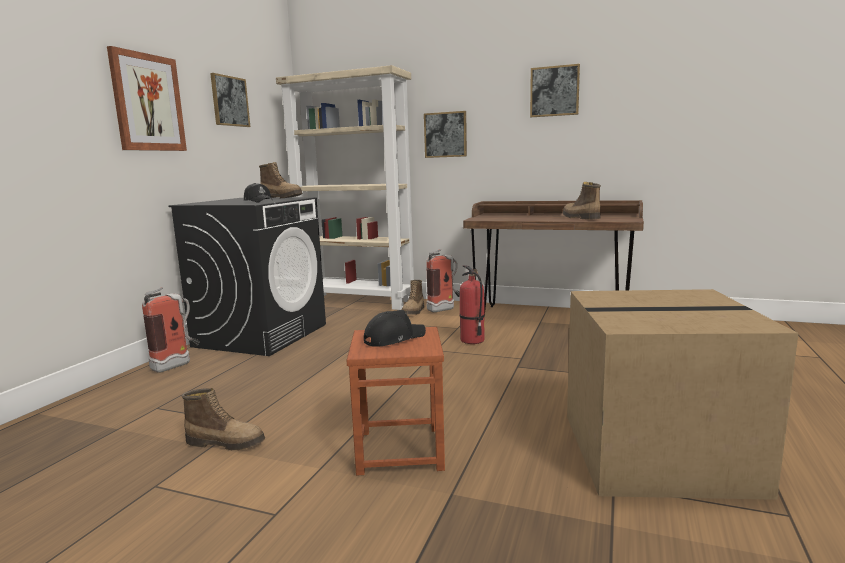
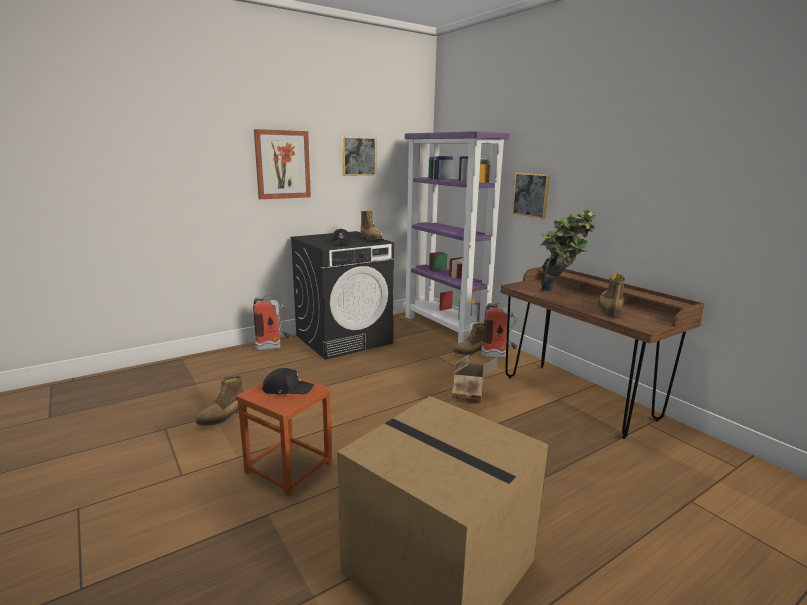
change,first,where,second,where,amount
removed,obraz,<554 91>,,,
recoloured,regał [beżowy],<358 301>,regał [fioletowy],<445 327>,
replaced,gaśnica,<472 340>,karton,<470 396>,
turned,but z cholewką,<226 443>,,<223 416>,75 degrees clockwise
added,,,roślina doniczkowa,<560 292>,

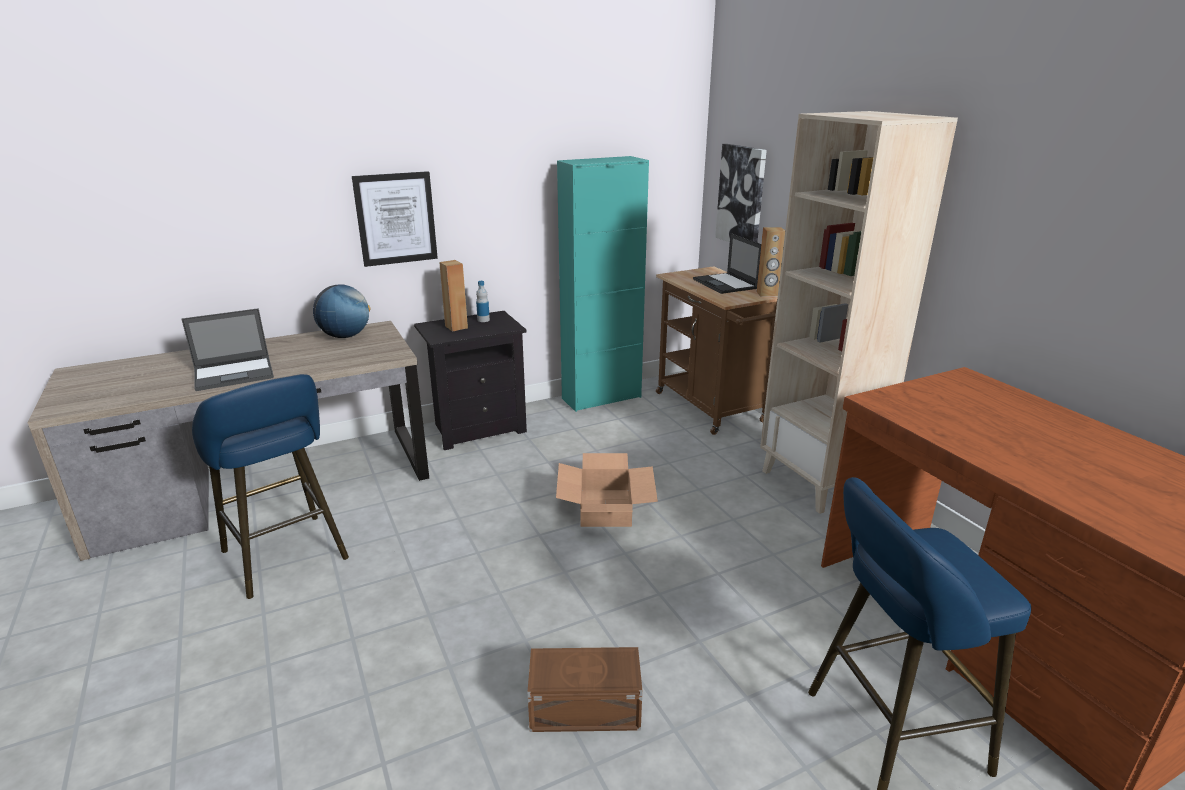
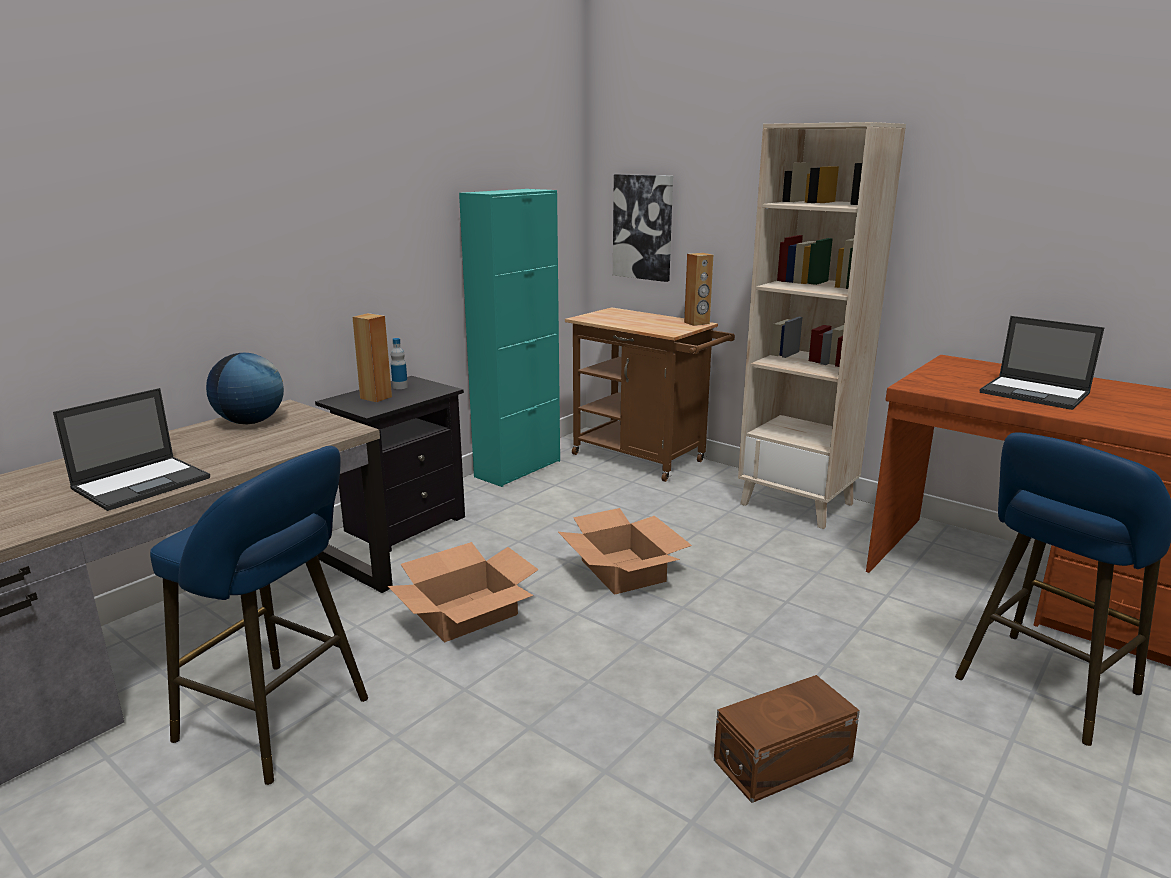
change,first,where,second,where,amount
removed,obraz,<396 218>,,,
moved,laptop,<725 284>,,<1035 393>,
added,,,karton,<467 614>,

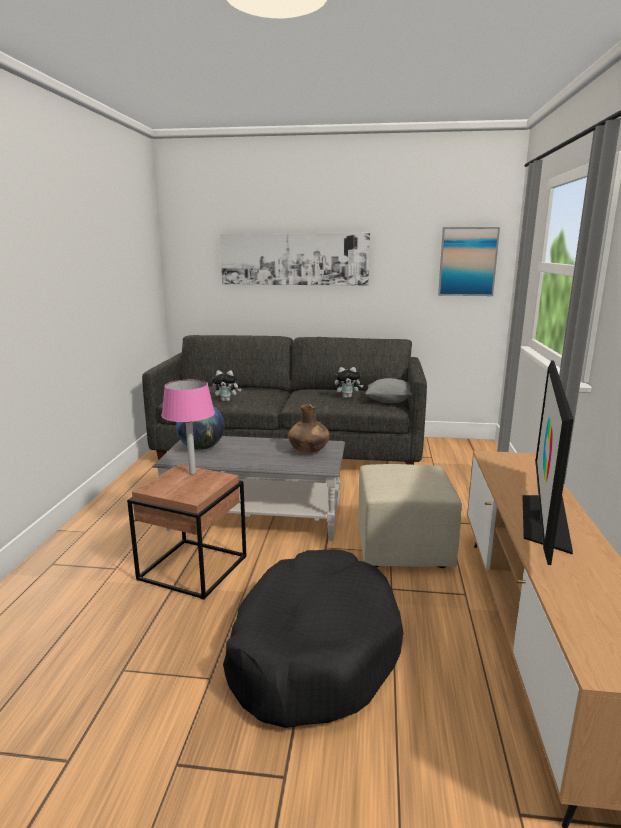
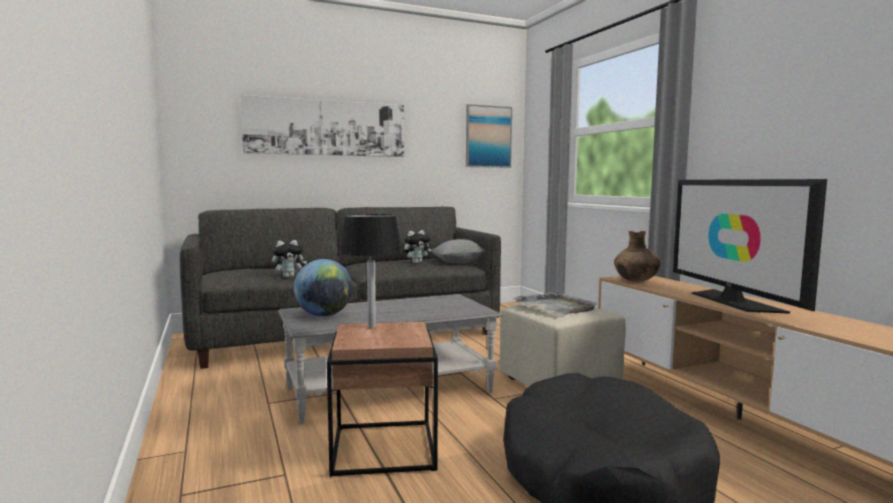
change,first,where,second,where,amount
recoloured,lampa stołowa [różowy],<192 473>,lampa stołowa [czarny],<371 327>,
moved,wazon [brązowy],<309 451>,,<636 281>,
added,,,taca [szary],<555 307>,

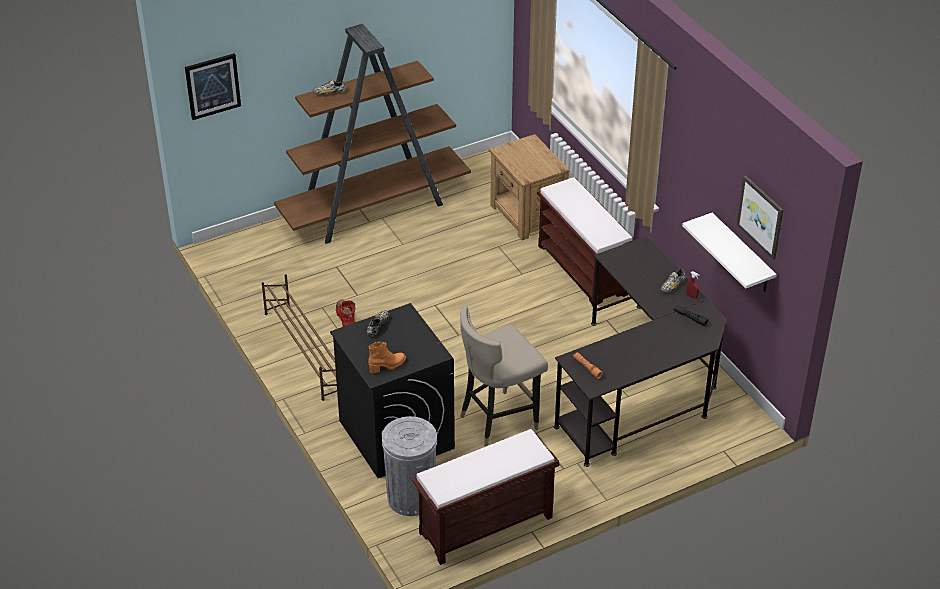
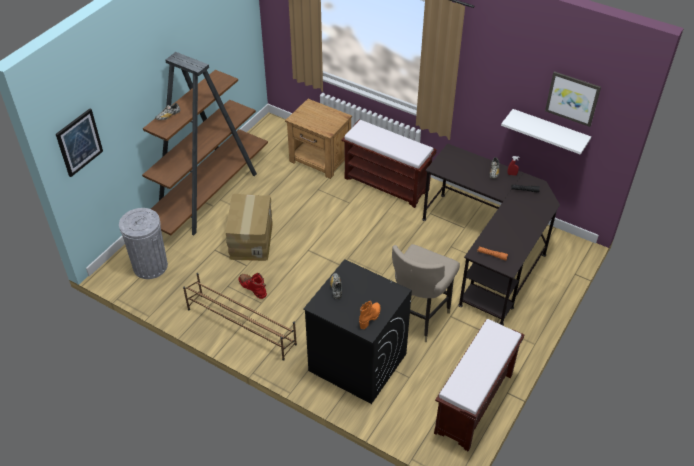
change,first,where,second,where,amount
moved,kosz na śmieci [szary],<411 498>,,<150 266>,
added,,,karton,<250 239>,

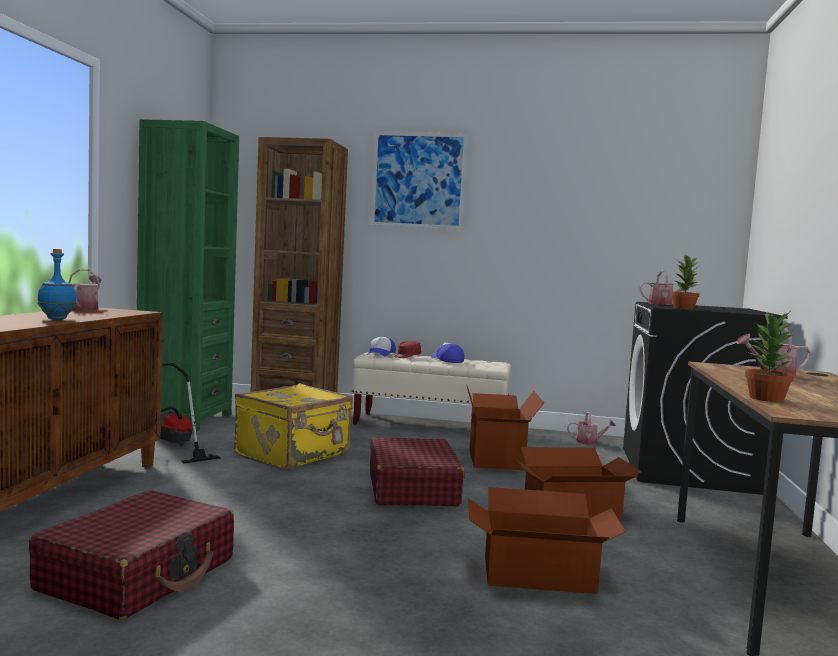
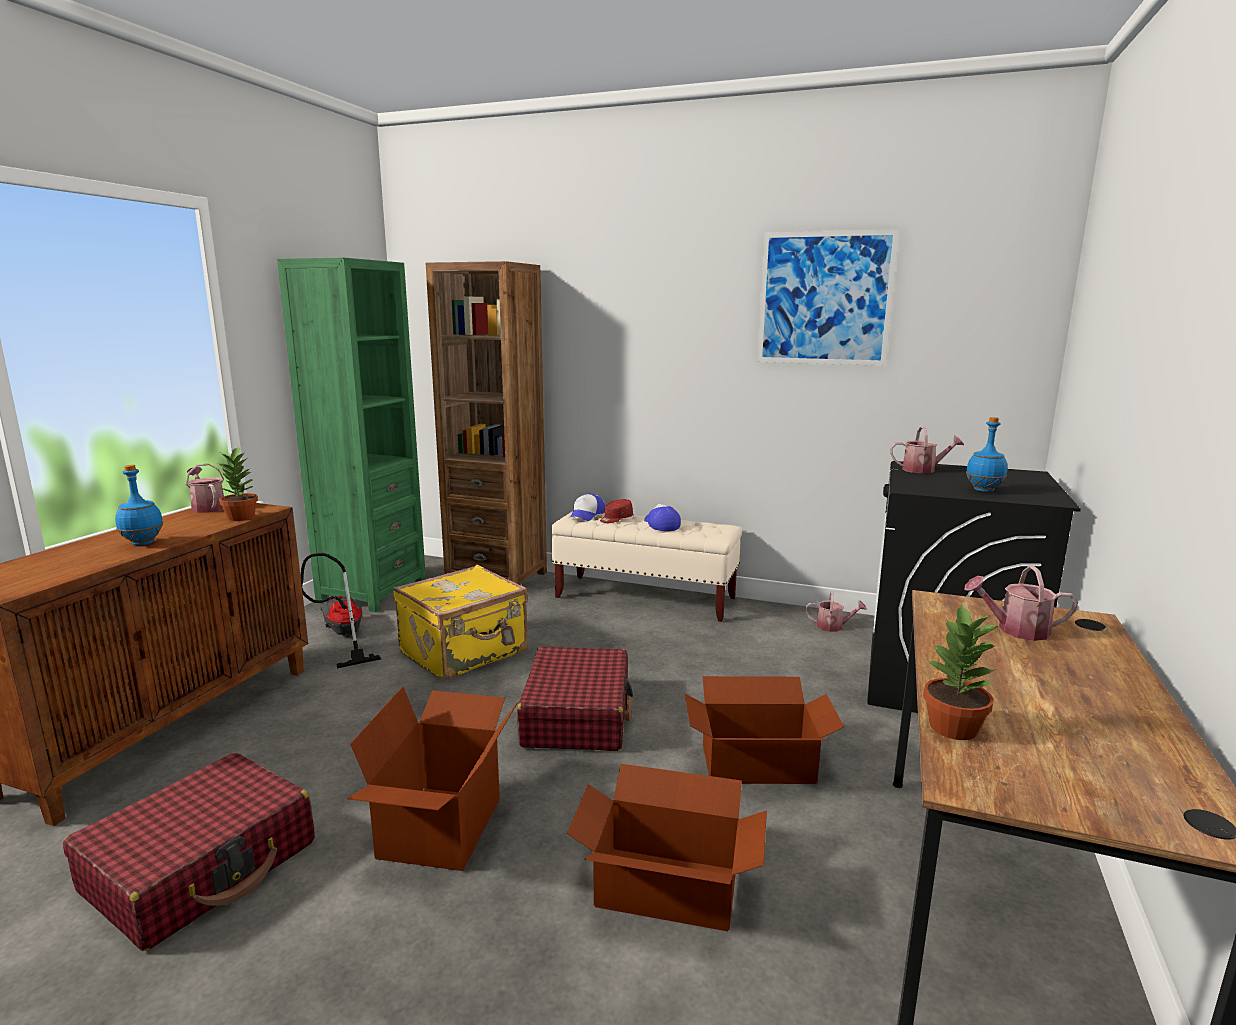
change,first,where,second,where,amount
moved,obraz,<418 180>,,<824 298>,
moved,roślina doniczkowa,<684 308>,,<242 517>,
turned,konewka,<85 309>,,<207 507>,45 degrees counterclockwise
moved,karton,<497 460>,,<443 828>,
added,,,butelka [niebieski],<983 490>,

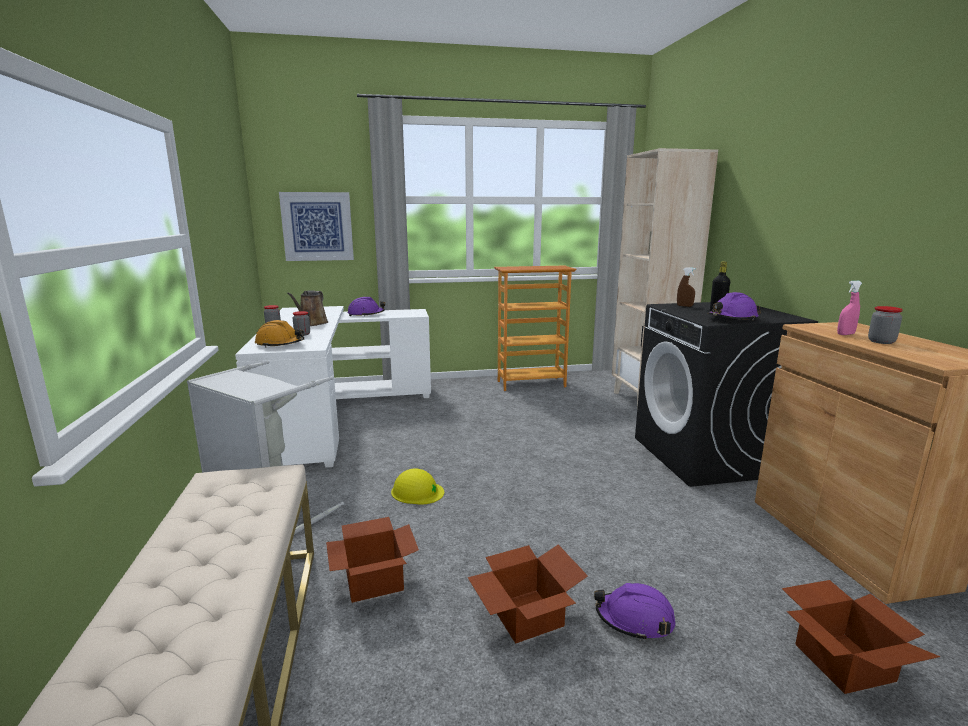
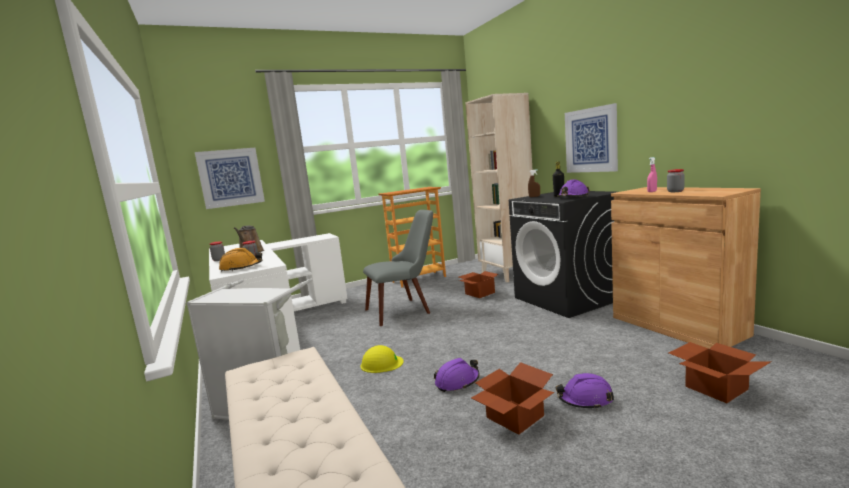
change,first,where,second,where,amount
moved,kask [fioletowy],<366 314>,,<457 382>,
moved,karton,<375 579>,,<479 293>,
added,,,obraz,<591 140>,
added,,,krzesło [szary],<405 309>,

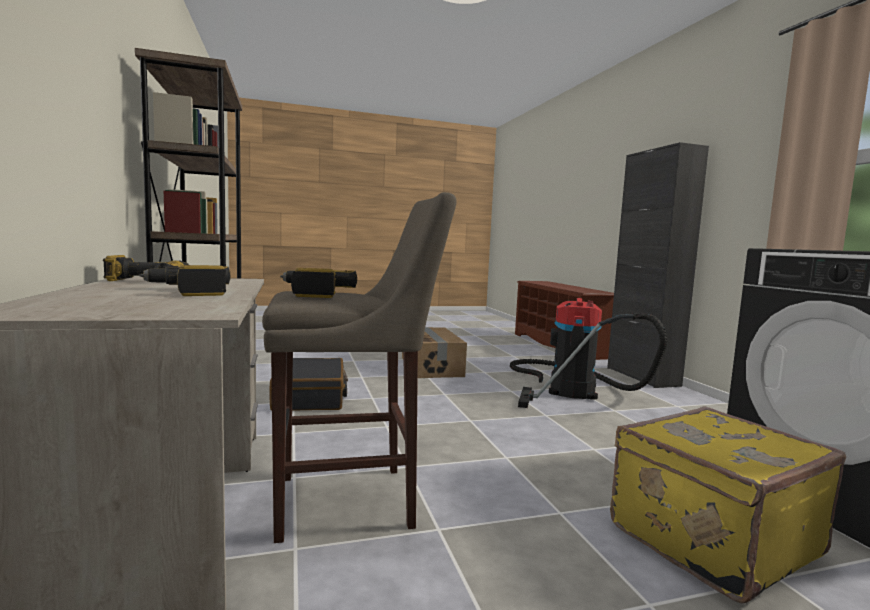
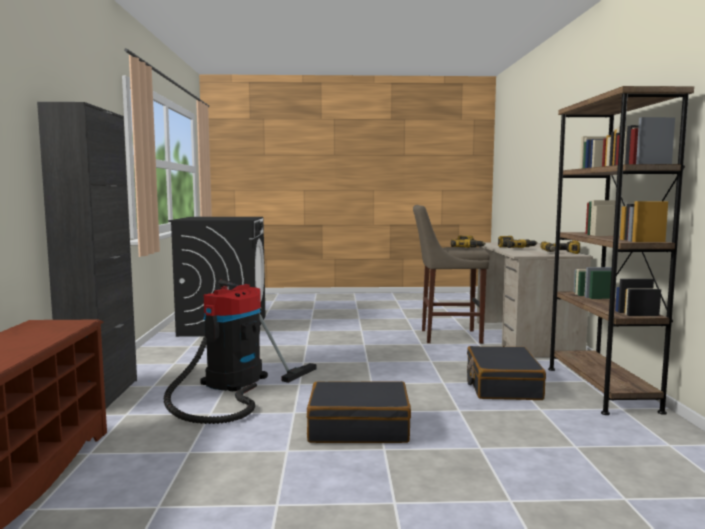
change,first,where,second,where,amount
replaced,karton,<432 366>,walizka [czarny],<358 427>,
removed,walizka [żółty],<709 538>,,,

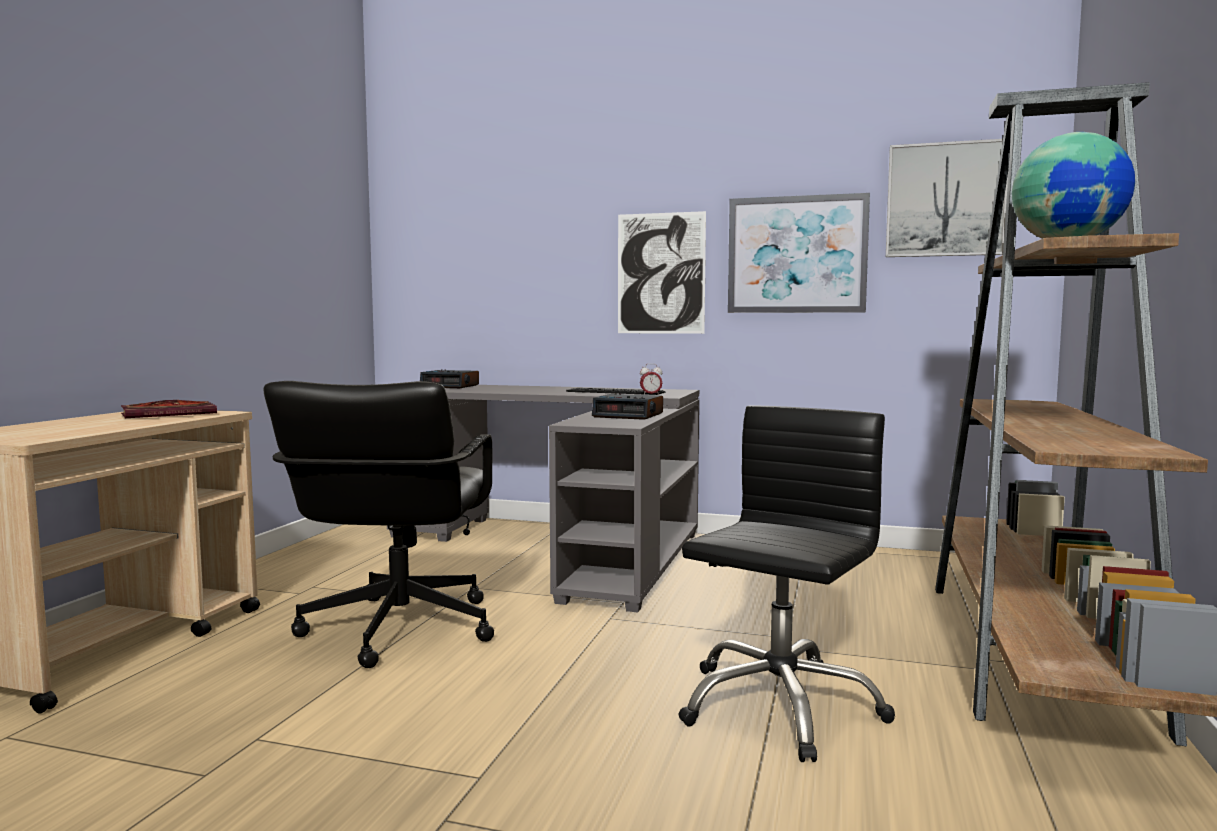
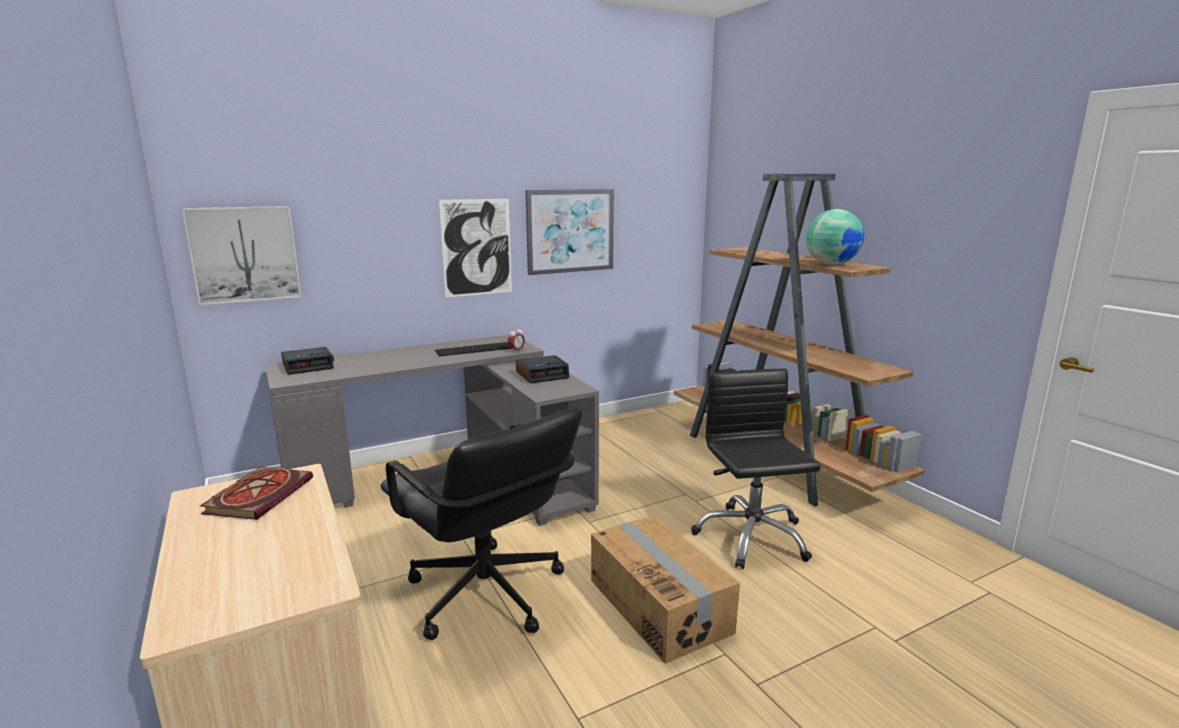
change,first,where,second,where,amount
moved,obraz,<945 200>,,<244 254>,
added,,,karton,<659 605>,

